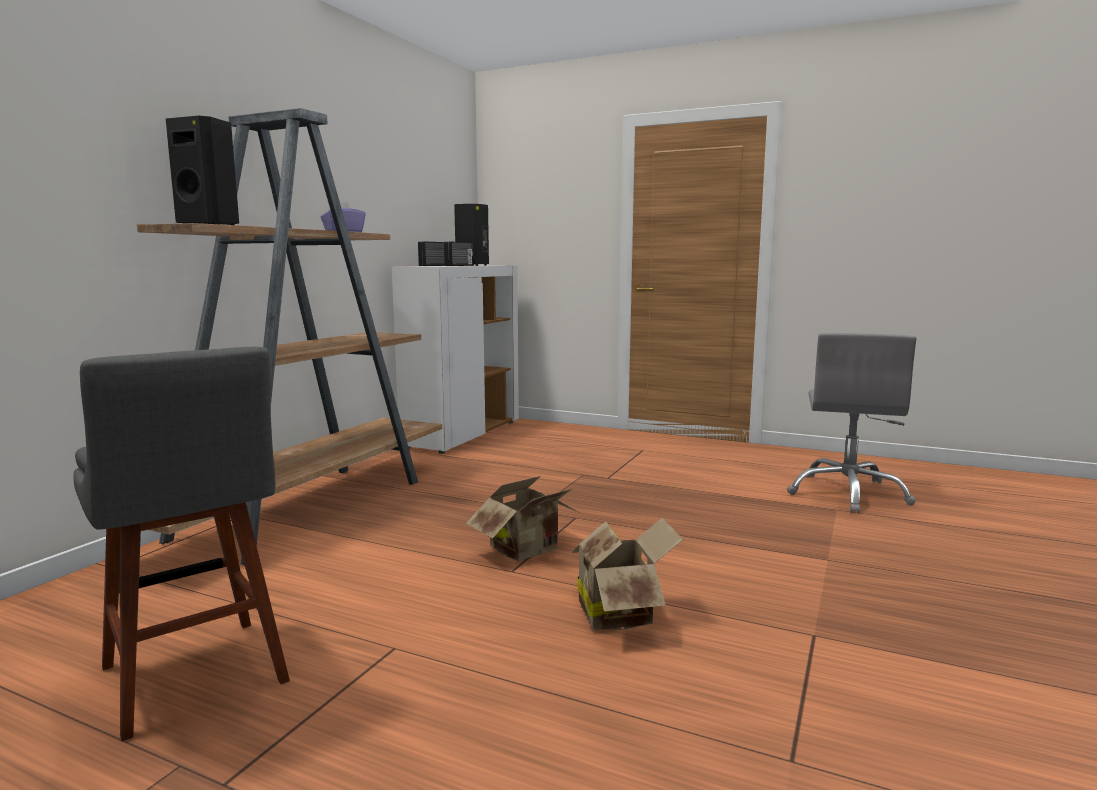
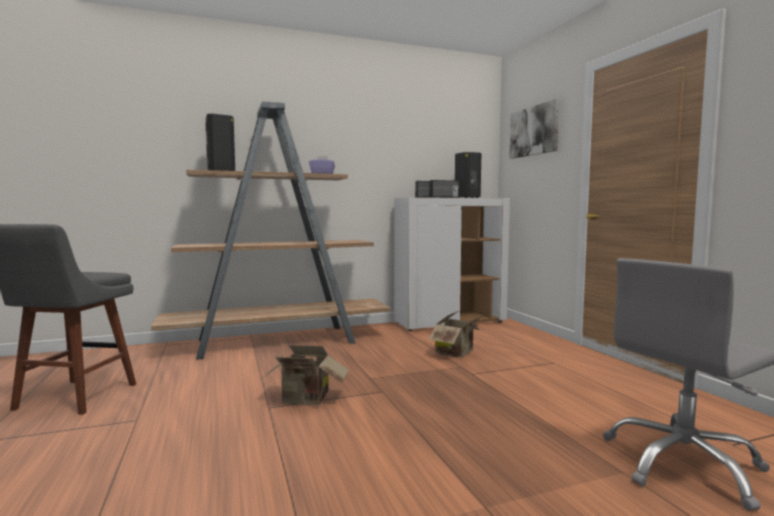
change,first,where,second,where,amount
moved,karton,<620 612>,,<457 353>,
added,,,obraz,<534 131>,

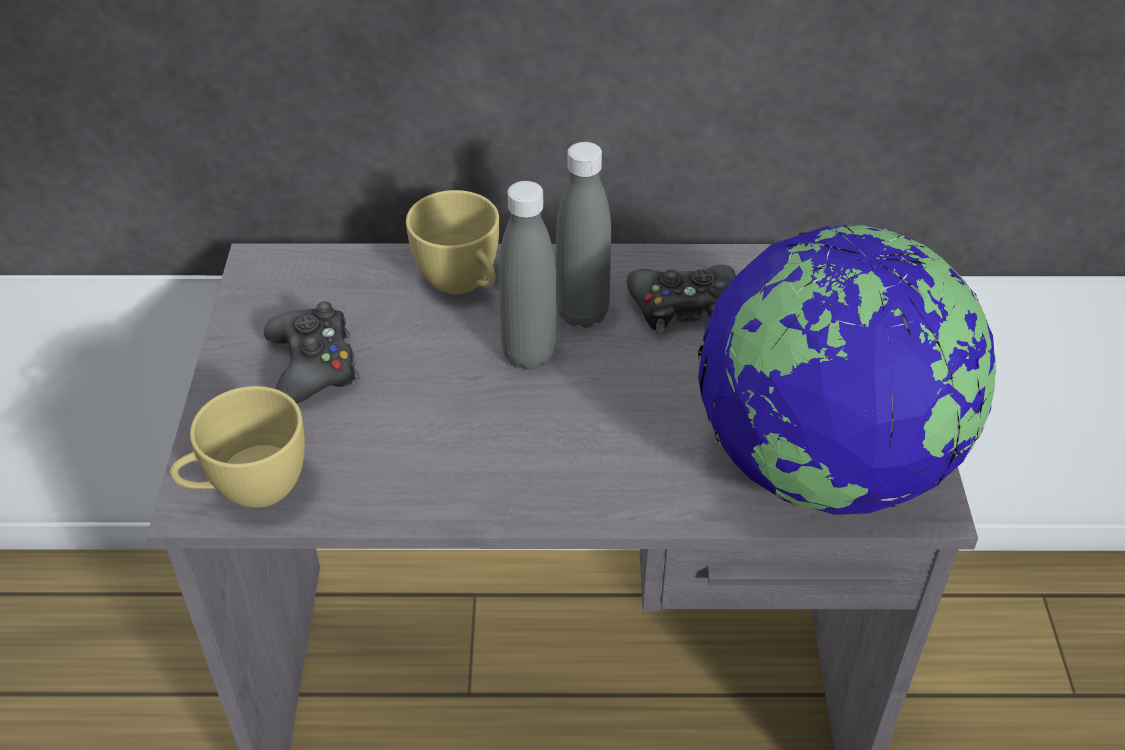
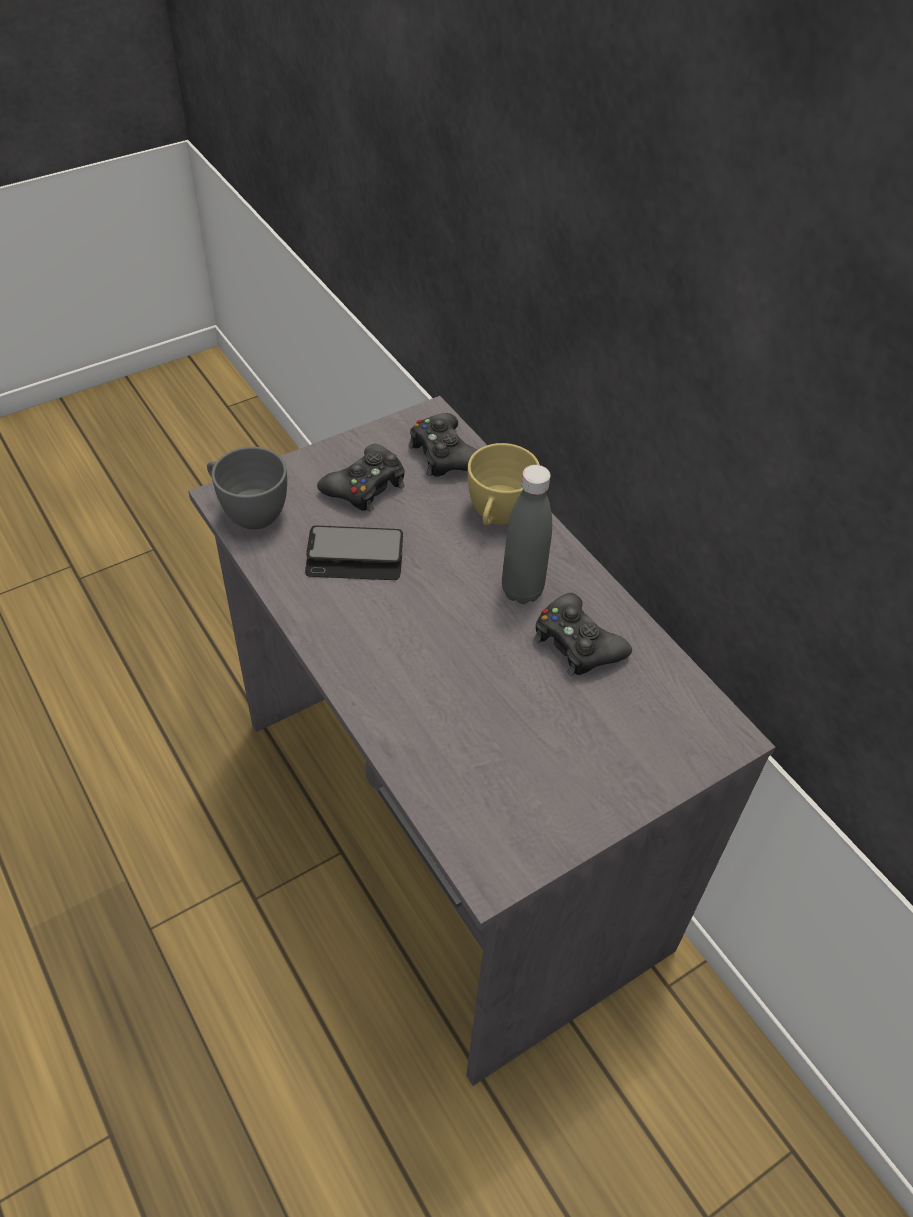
change,first,where,second,where,amount
removed,butelka [szary],<529 354>,,,
removed,globus,<824 465>,,,
recoloured,filiżanka [żółty],<248 490>,filiżanka [szary],<248 512>,
added,,,pad do gier [czarny],<444 455>,
added,,,telefon,<354 555>,

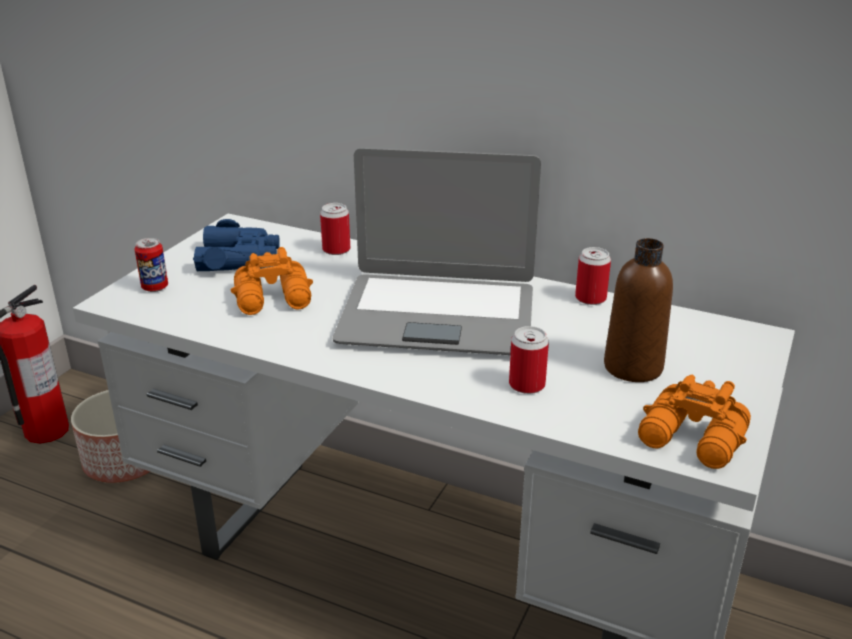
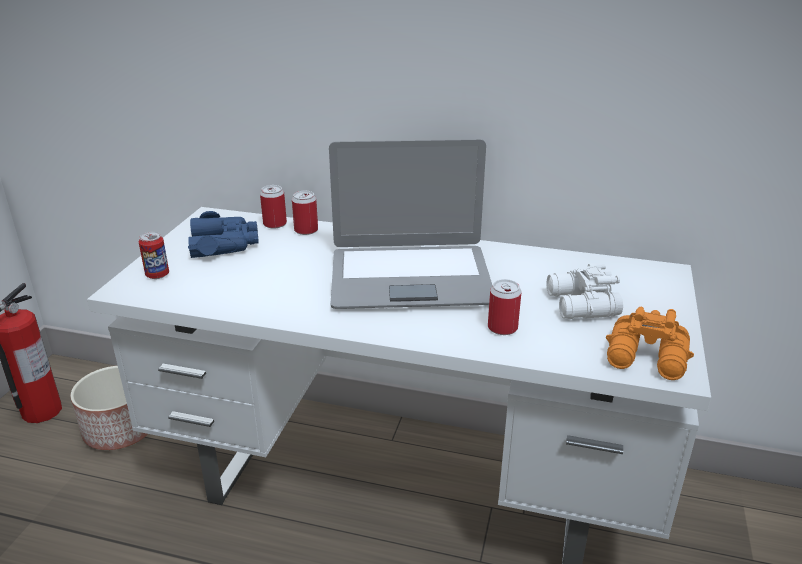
change,first,where,second,where,amount
replaced,butelka [brązowy],<633 367>,lornetka [biały],<580 305>,
removed,lornetka [pomarańczowy],<275 299>,,,
moved,puszka,<590 298>,,<275 224>,

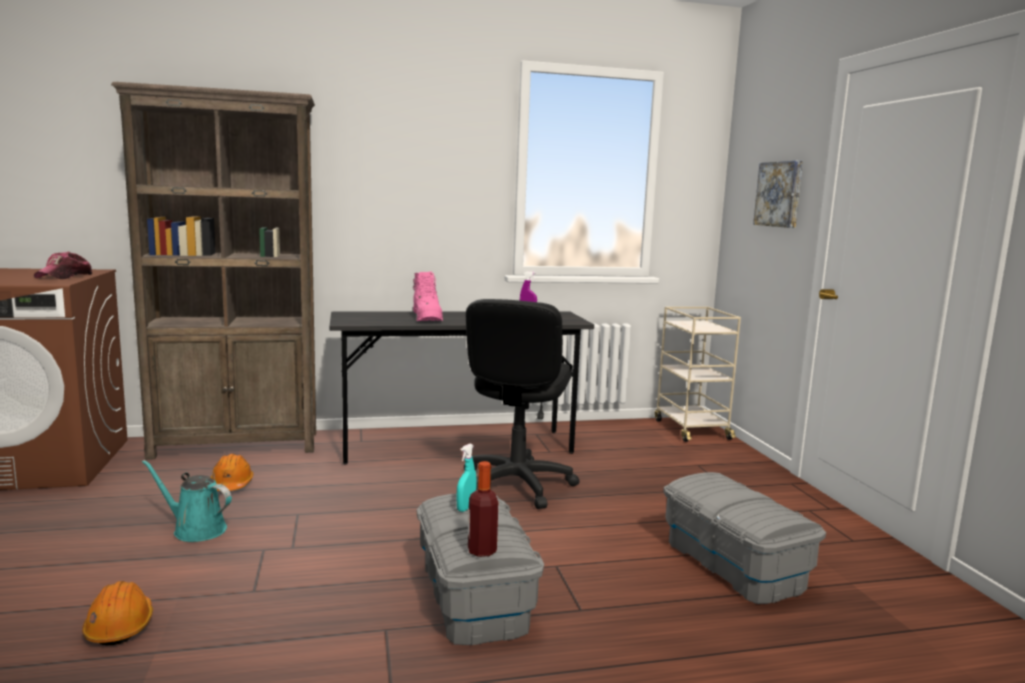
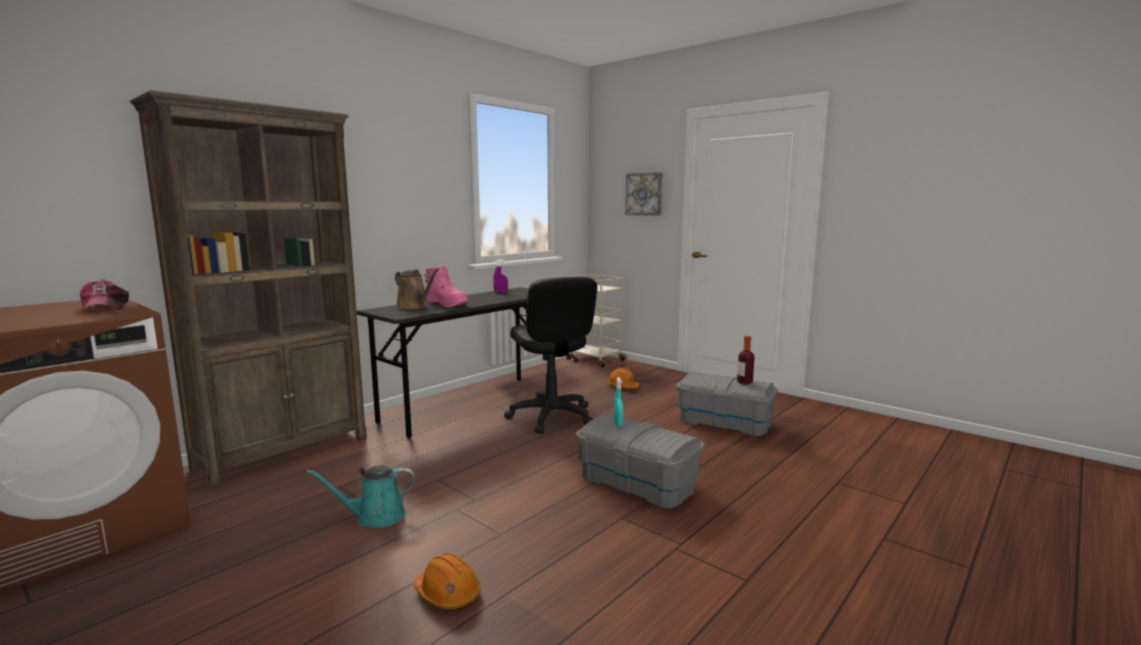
change,first,where,second,where,amount
moved,kask [pomarańczowy],<231 485>,,<622 387>,
moved,butelka,<482 551>,,<744 382>,
added,,,konewka [brązowy],<414 307>,

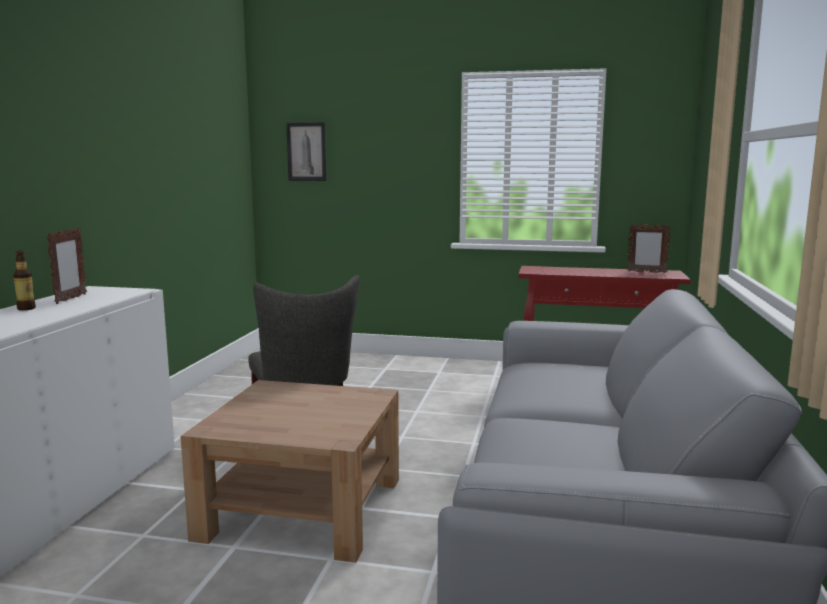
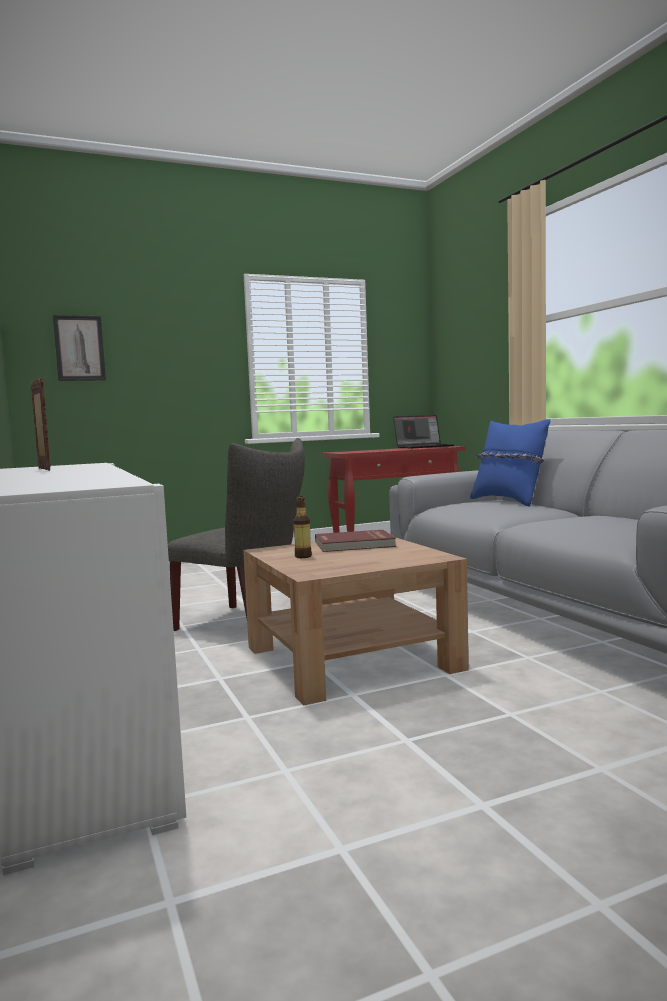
change,first,where,second,where,amount
replaced,ramka na zdjęcie,<646 272>,laptop,<424 447>,
moved,butelka,<26 308>,,<303 556>,
added,,,poduszka [niebieski],<509 501>,
added,,,książka [czerwony],<354 544>,

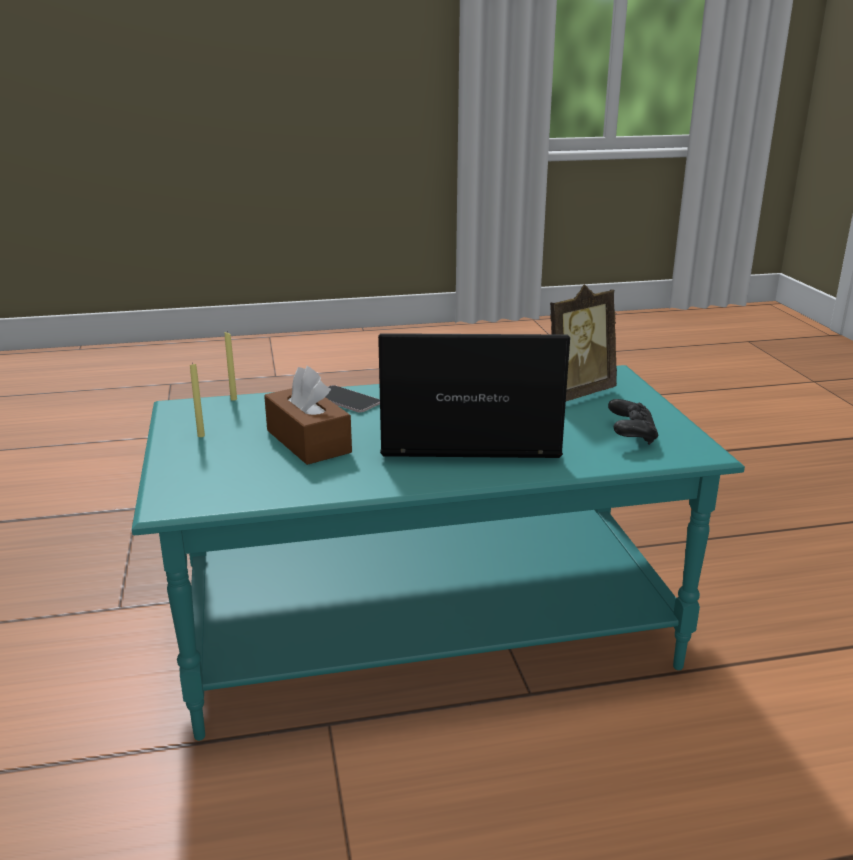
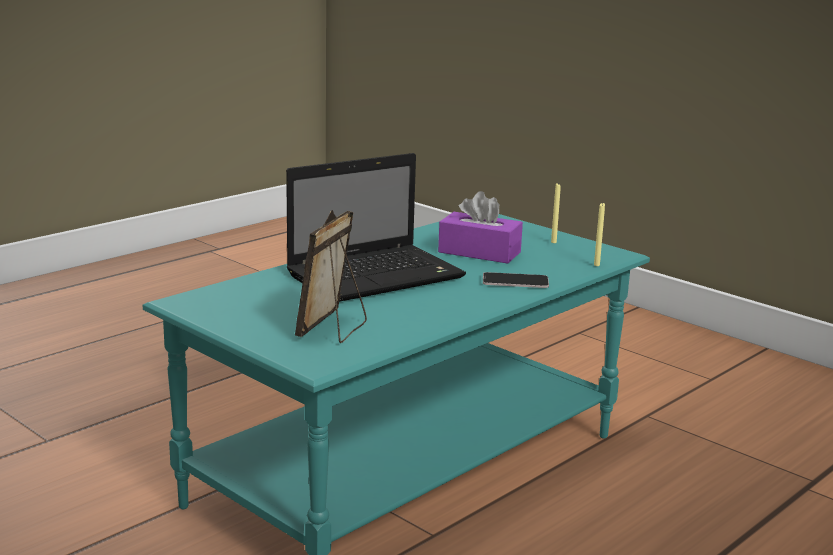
change,first,where,second,where,amount
recoloured,pudełko chusteczek [brązowy],<308 441>,pudełko chusteczek [fioletowy],<479 252>,
removed,pad do gier [czarny],<631 435>,,,

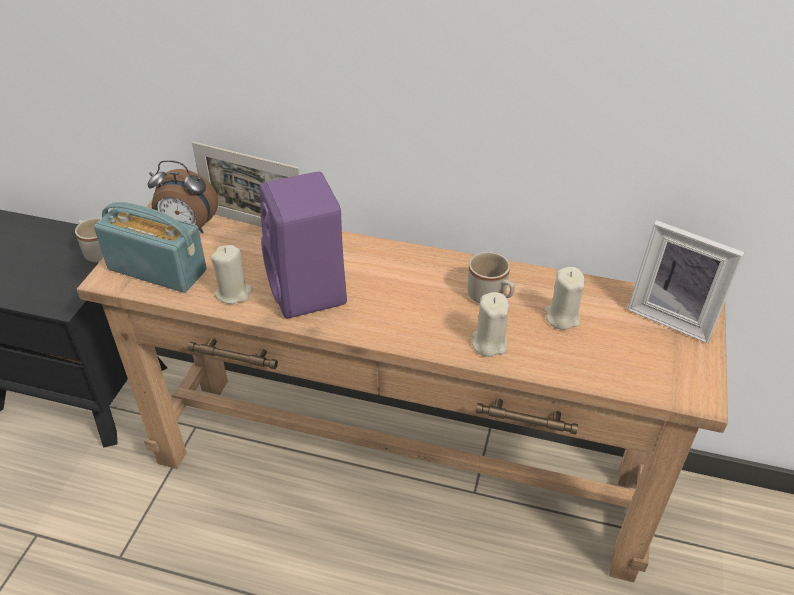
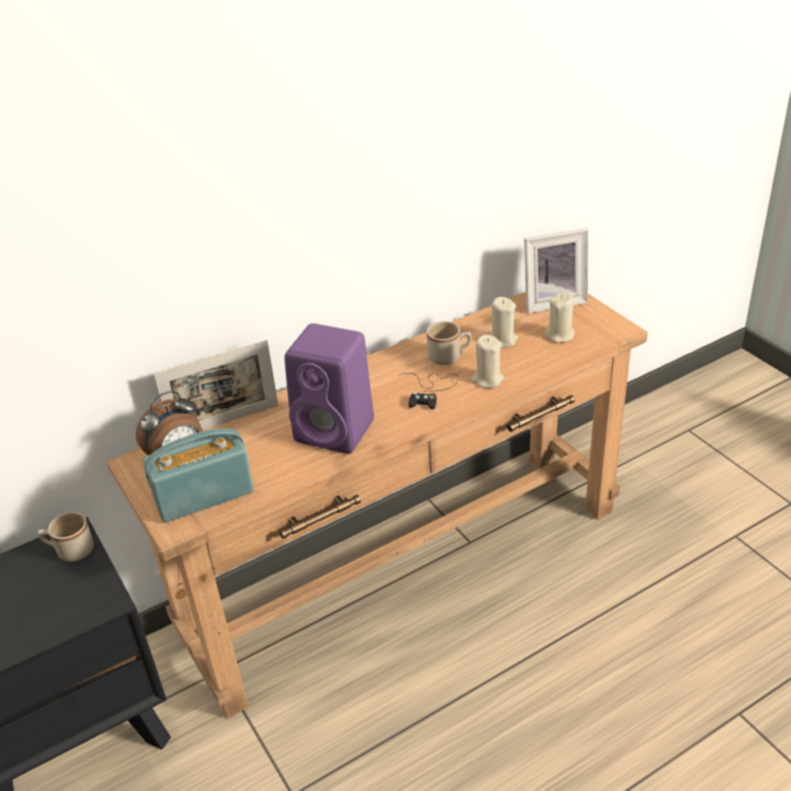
change,first,where,second,where,amount
moved,świeca [beżowy],<234 293>,,<560 335>,
added,,,pad do gier [czarny],<430 390>,

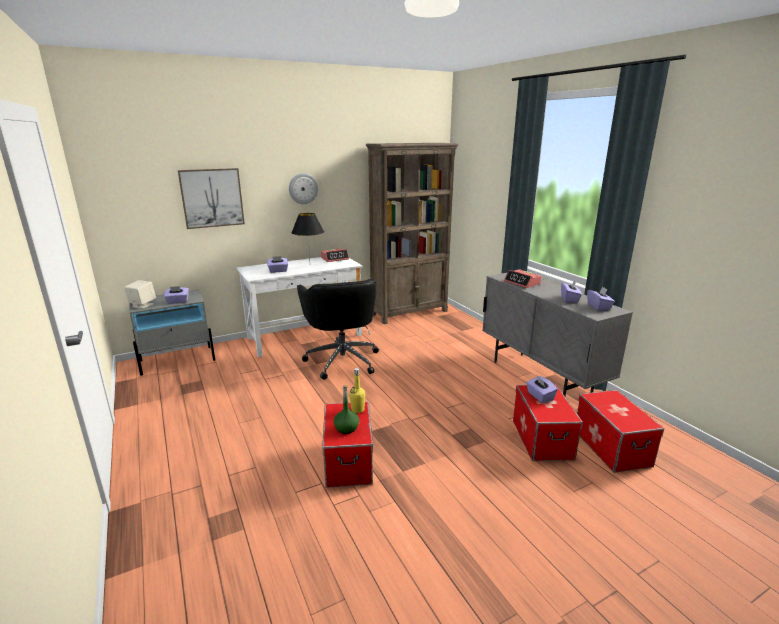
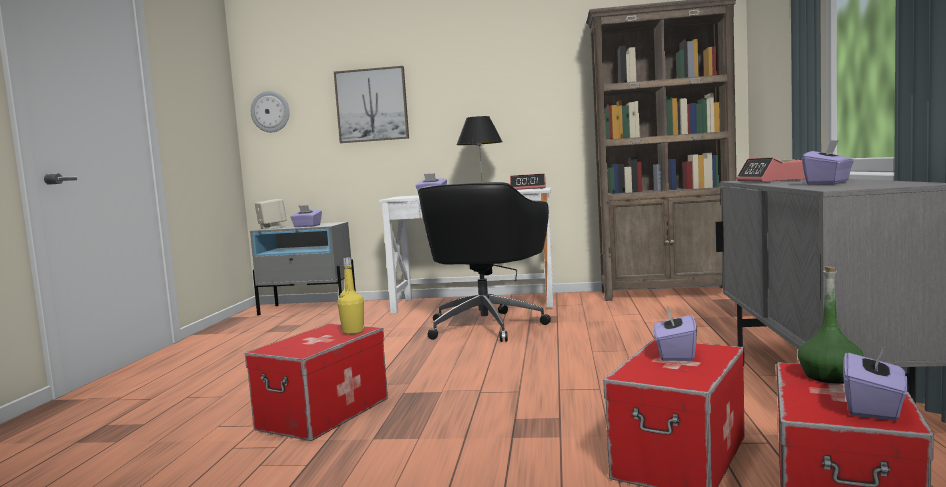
change,first,where,second,where,amount
moved,zegar ścienny,<303 188>,,<270 111>,
moved,pudełko chusteczek [fioletowy],<599 307>,,<874 408>,
moved,butelka [zielony],<346 428>,,<830 376>,

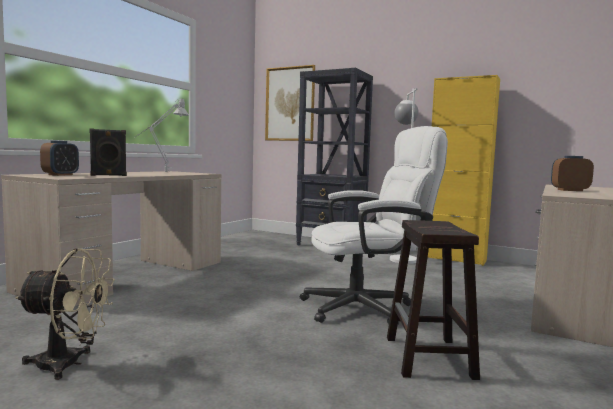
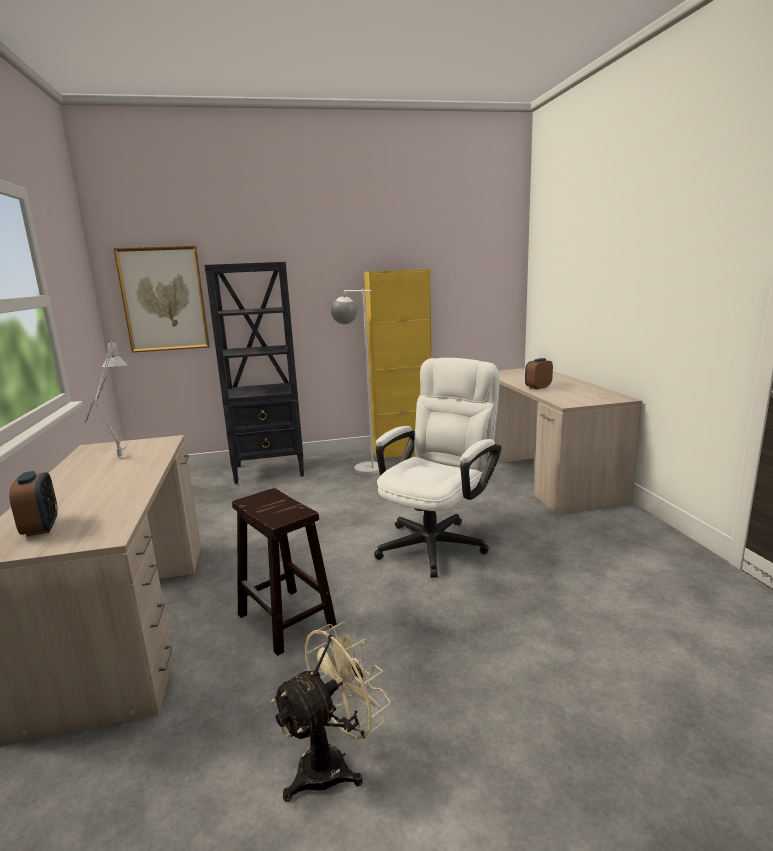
change,first,where,second,where,amount
removed,głośnik [czarny],<108 175>,,,
moved,stołek [brązowy],<429 358>,,<287 620>,

